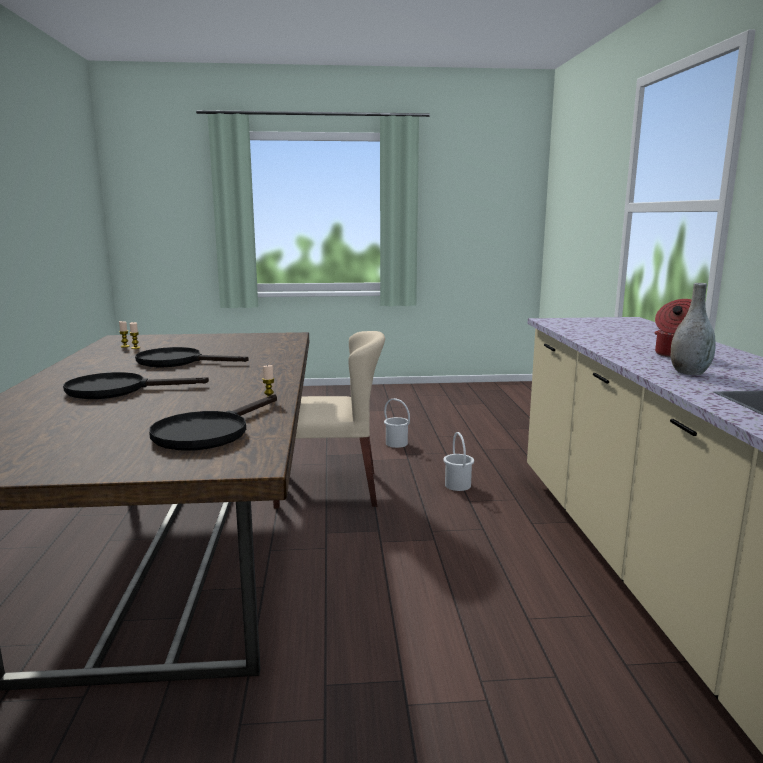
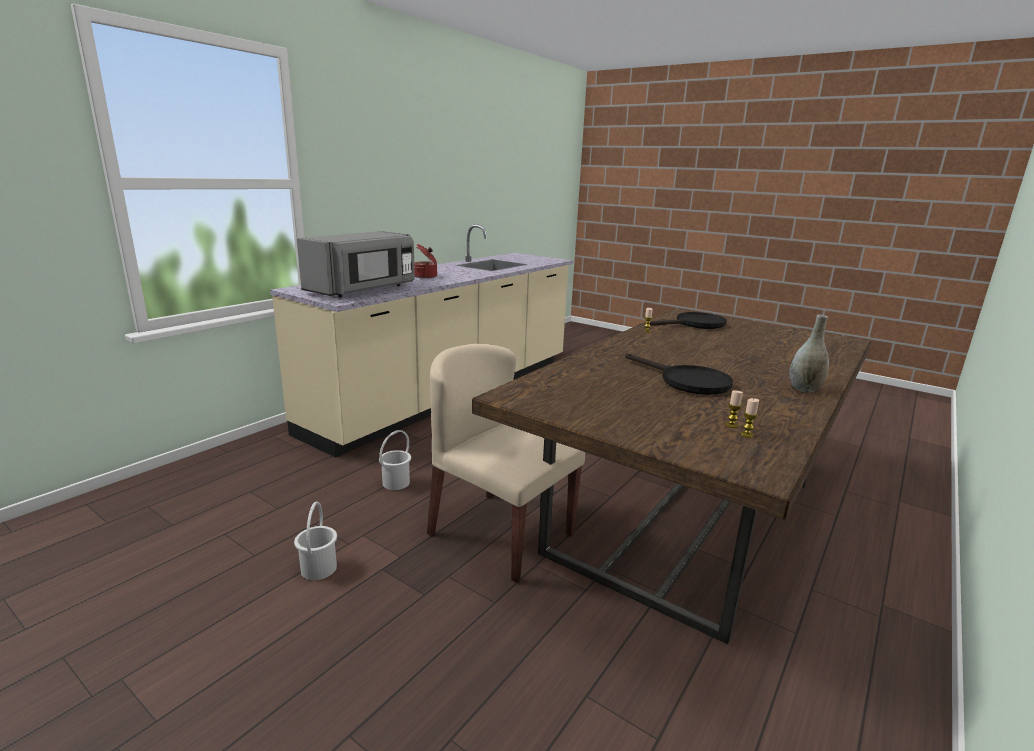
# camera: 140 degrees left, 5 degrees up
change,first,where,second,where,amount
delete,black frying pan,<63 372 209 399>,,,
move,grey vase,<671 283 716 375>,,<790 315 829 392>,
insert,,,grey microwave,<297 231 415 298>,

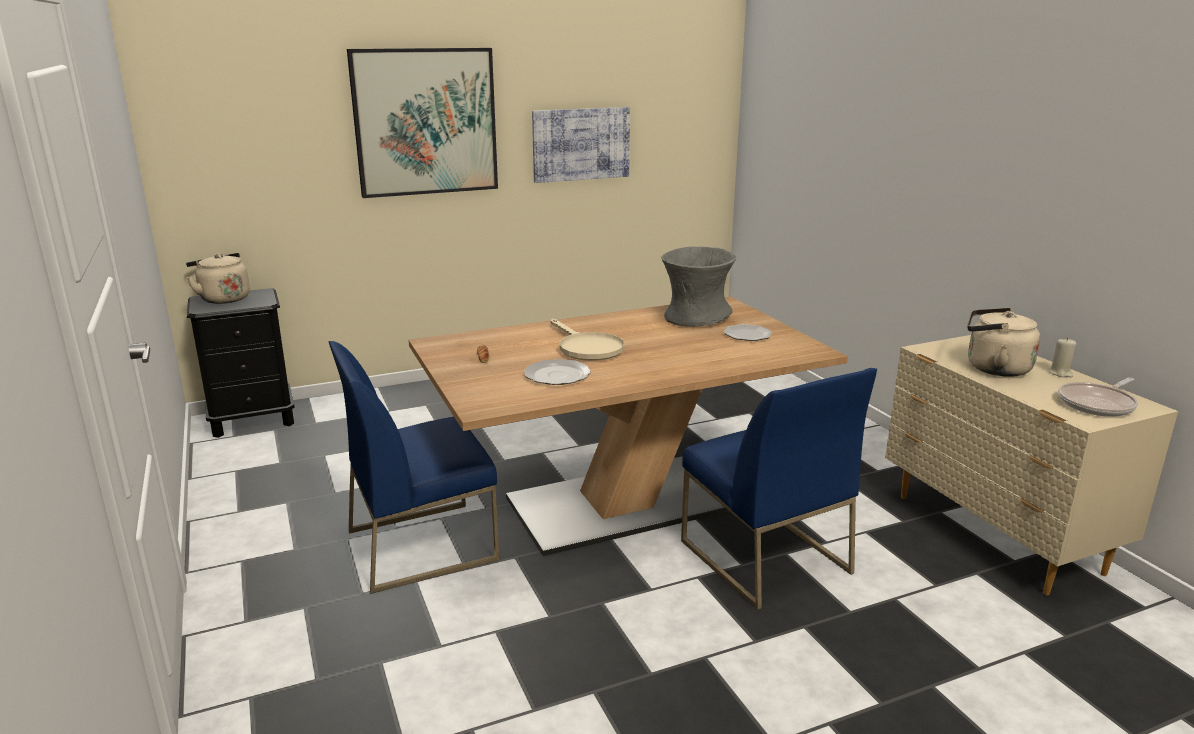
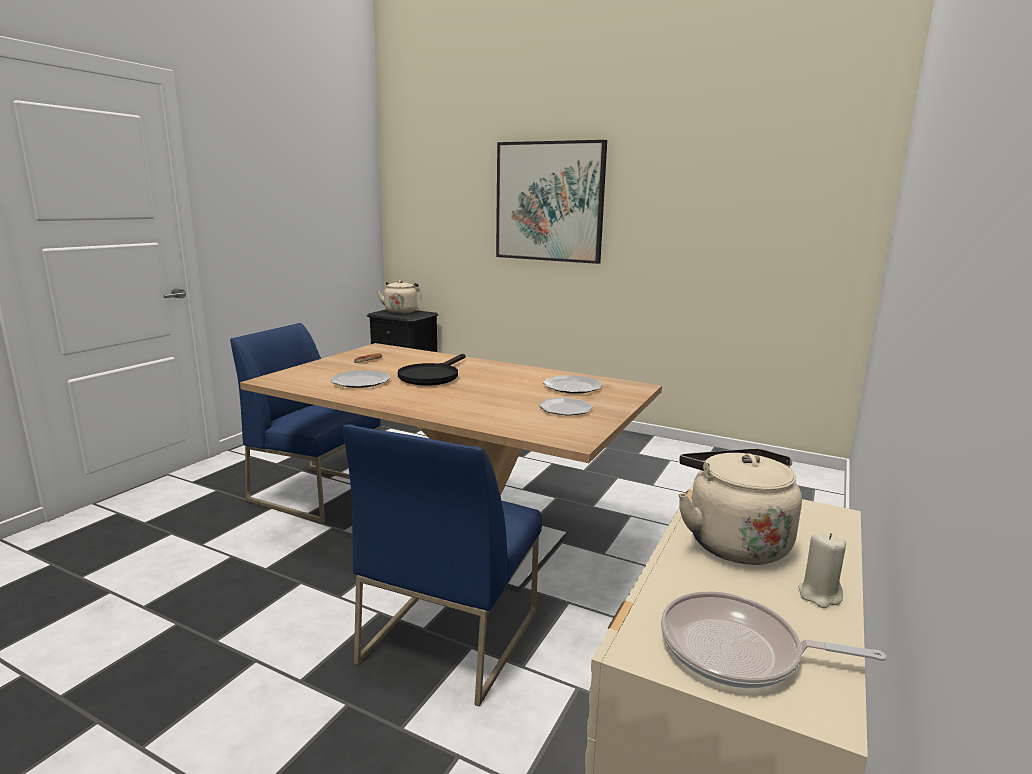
# camera: 50 degrees right, 5 degrees down
change,first,where,second,where,amount
delete,picture,<532 107 630 183>,,,
recolor,beige frying pan,<551 319 624 361>,black frying pan,<398 354 465 386>,
replace,grey vase,<661 247 736 326>,plate,<543 375 602 394>,

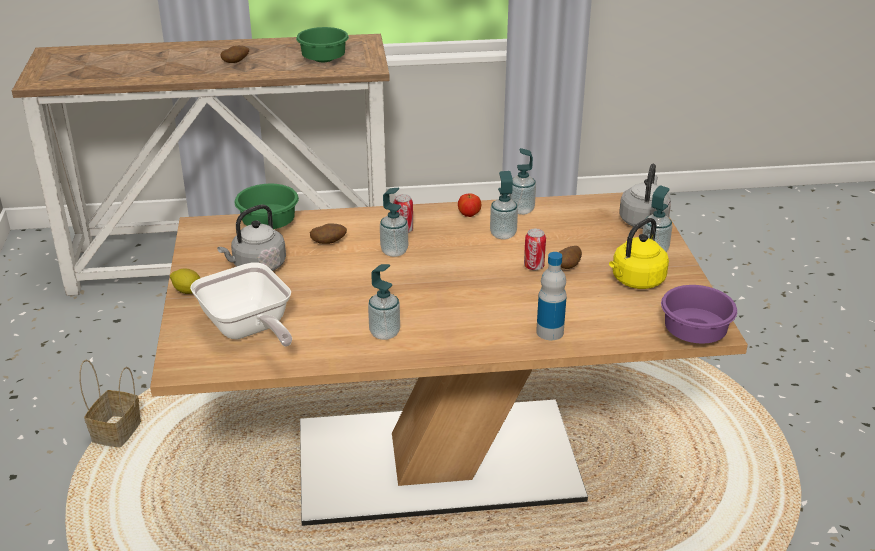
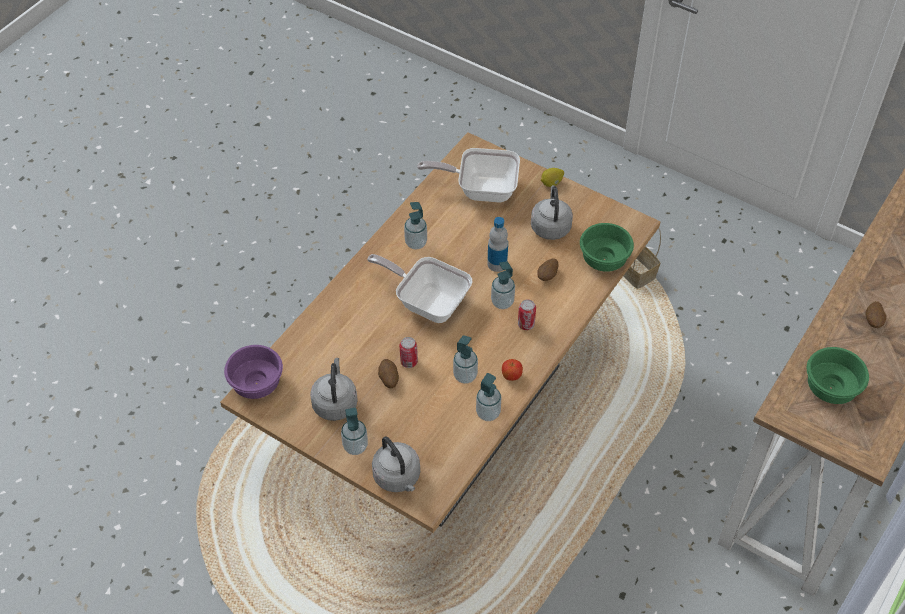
# camera: 130 degrees right, 20 degrees up
change,first,where,second,where,amount
move,bottle,<536 252 567 340>,,<487 217 508 272>,
recolor,yellow kettle,<609 218 669 289>,grey kettle,<310 358 358 421>,
insert,,,frying pan,<367 254 472 323>,

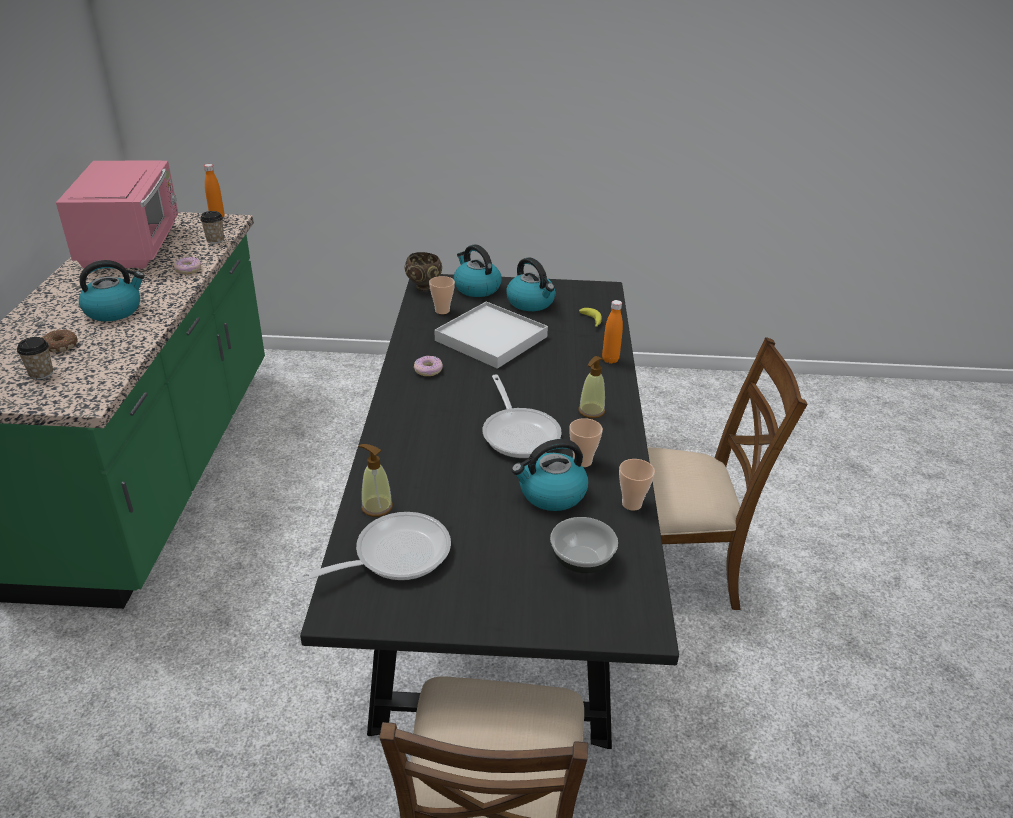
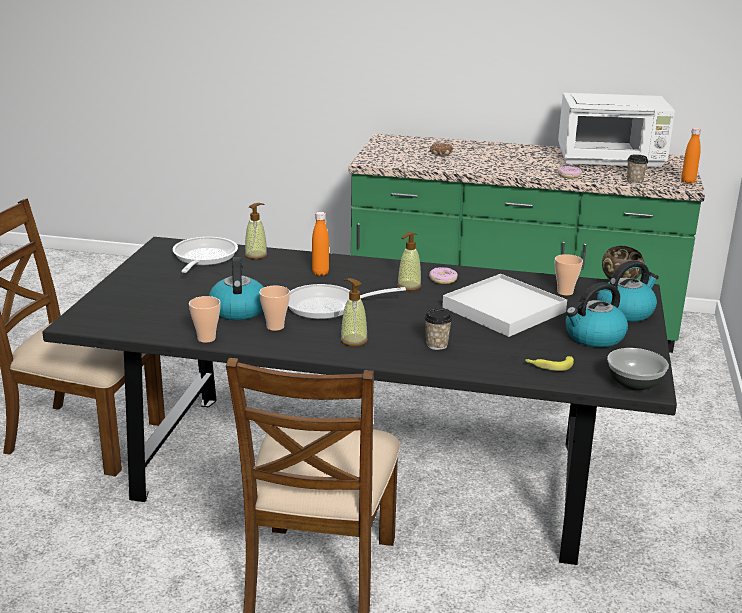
# camera: 100 degrees right, 10 degrees down
change,first,where,second,where,amount
move,cup,<17 337 53 380>,,<424 308 452 350>,
recolor,pink microwave,<56 161 178 269>,white microwave,<558 93 675 168>,
delete,kettle,<79 260 145 321>,,,
rotate,frying pan,<296 512 451 583>,,<173 237 238 273>,150 degrees counterclockwise
move,bowl,<550 517 618 573>,,<607 348 669 391>,
move,orange bottle,<602 300 623 364>,,<312 212 329 276>,
insert,,,soap dispenser,<397 232 422 291>,

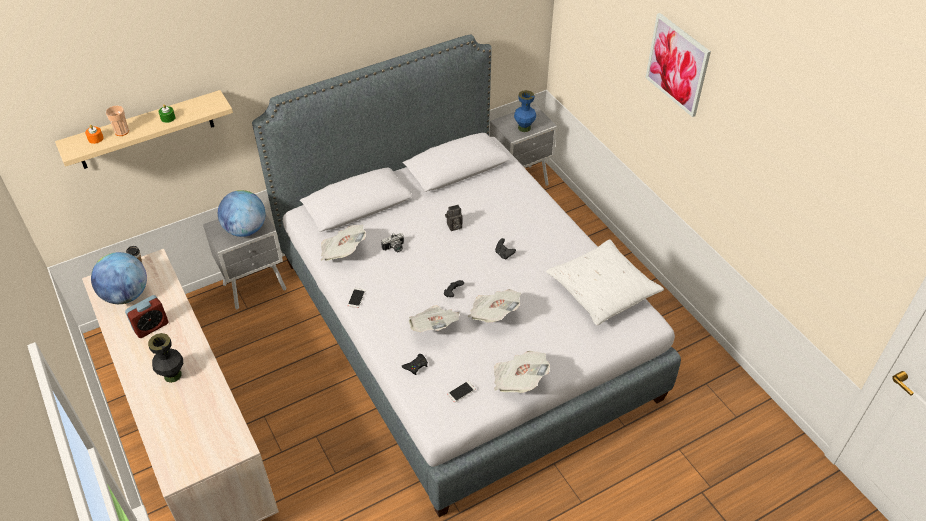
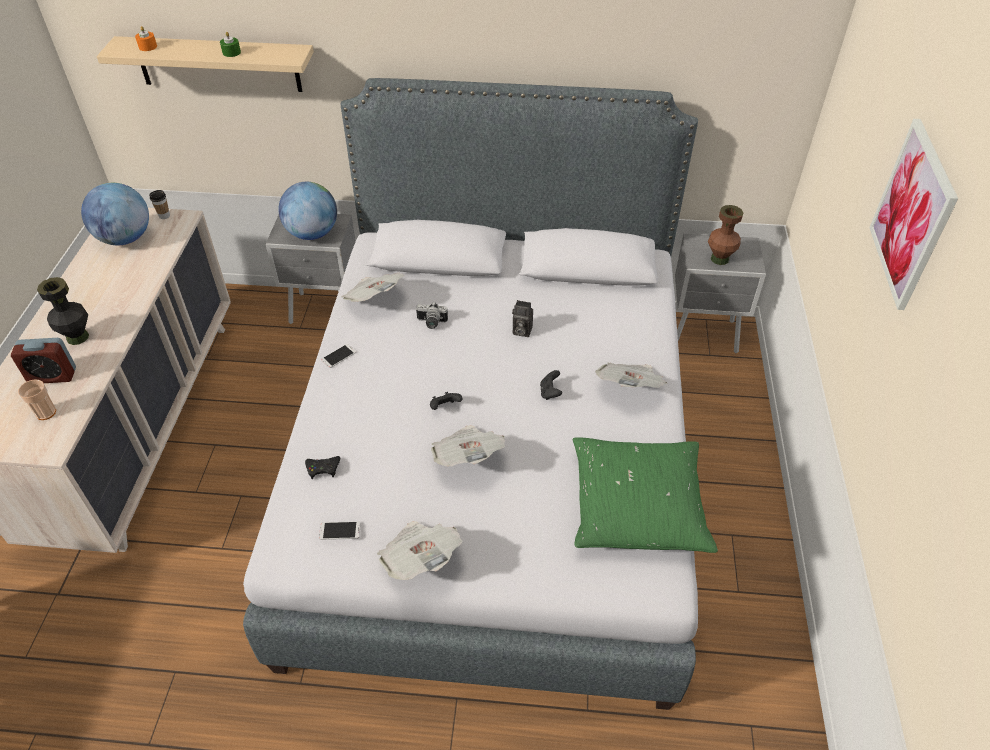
# camera: 35 degrees right, 0 degrees up
change,first,where,second,where,amount
move,cup,<106 106 129 136>,,<18 380 56 420>,
move,alarm clock,<125 295 169 338>,,<11 338 76 383>,
move,newspaper,<409 305 459 332>,,<595 363 667 388>,
recolor,blue vase,<514 90 536 132>,brown vase,<708 205 743 265>,
recolor,white pillow,<546 239 664 326>,green pillow,<573 438 718 553>,

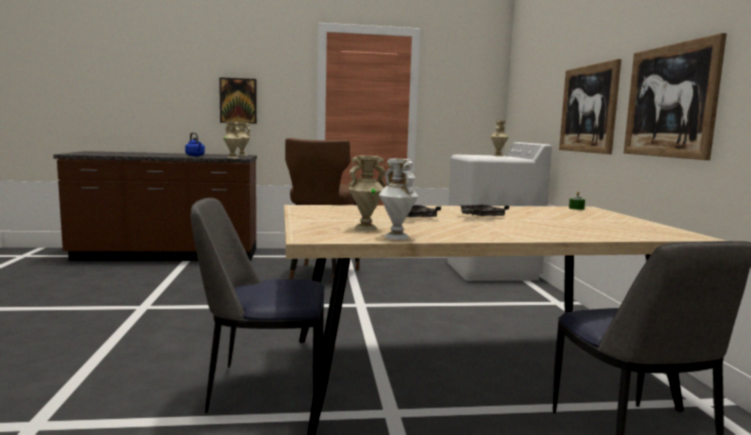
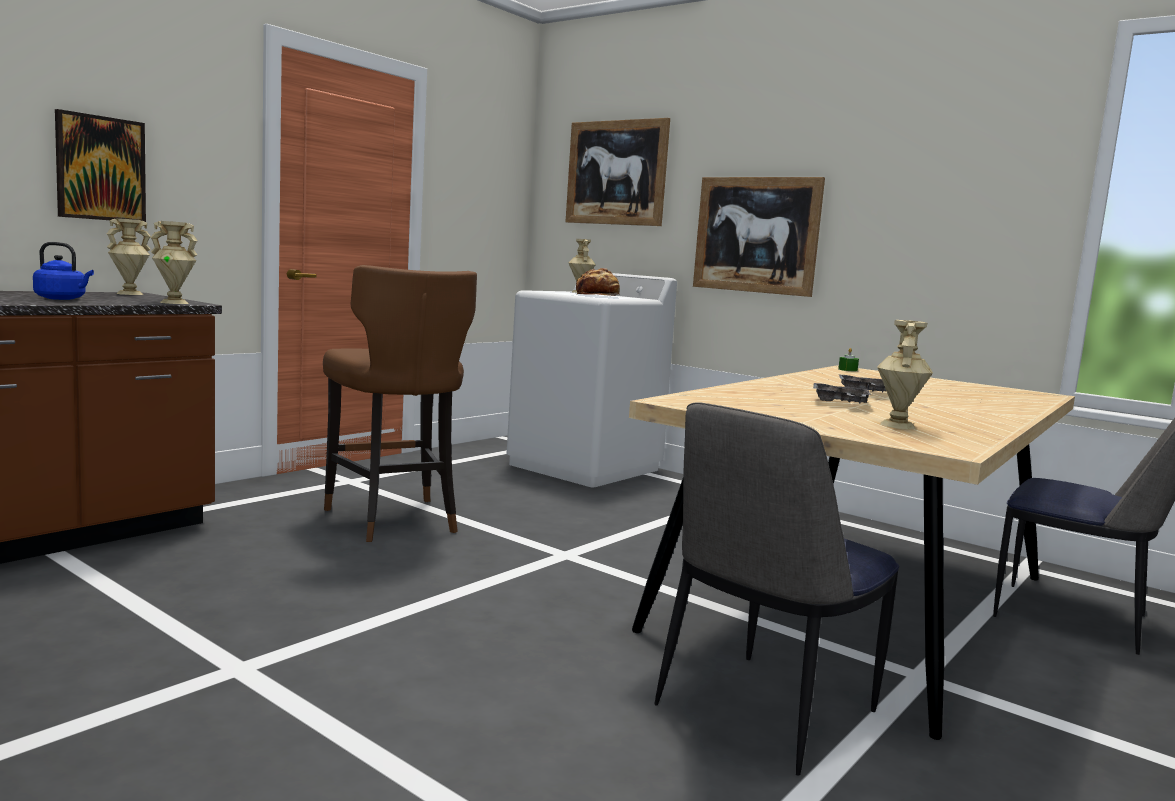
# camera: 45 degrees left, 0 degrees up
change,first,where,second,where,amount
delete,white vase,<379 159 419 240>,,,
move,picture,<624 33 727 160>,,<565 118 670 226>,
insert,,,bread,<576 268 620 296>,

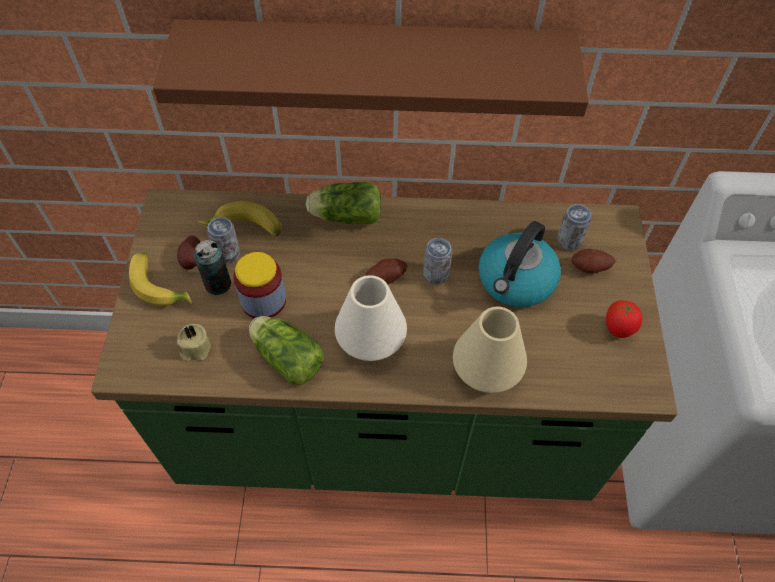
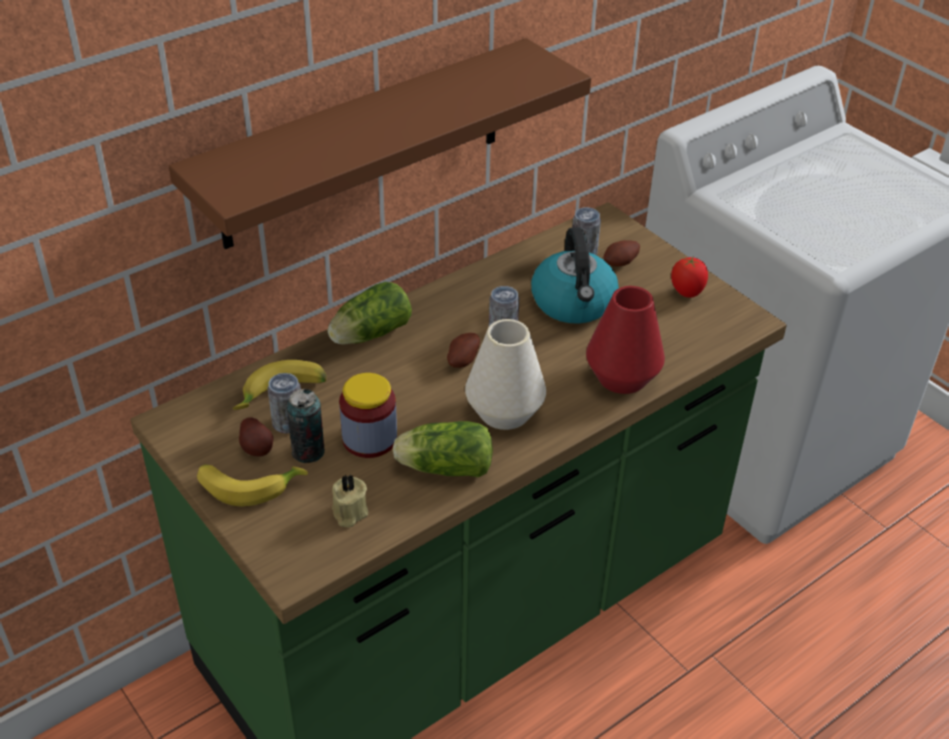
# camera: 40 degrees left, 15 degrees down
change,first,where,second,where,amount
recolor,beige vase,<453 307 527 393>,red vase,<586 286 665 394>,

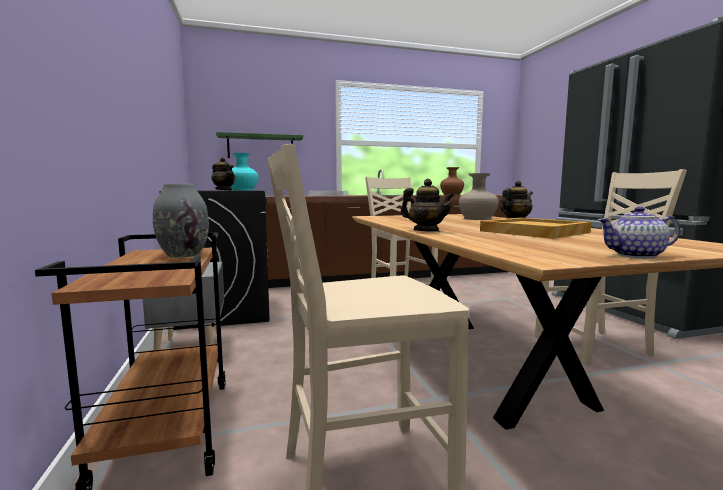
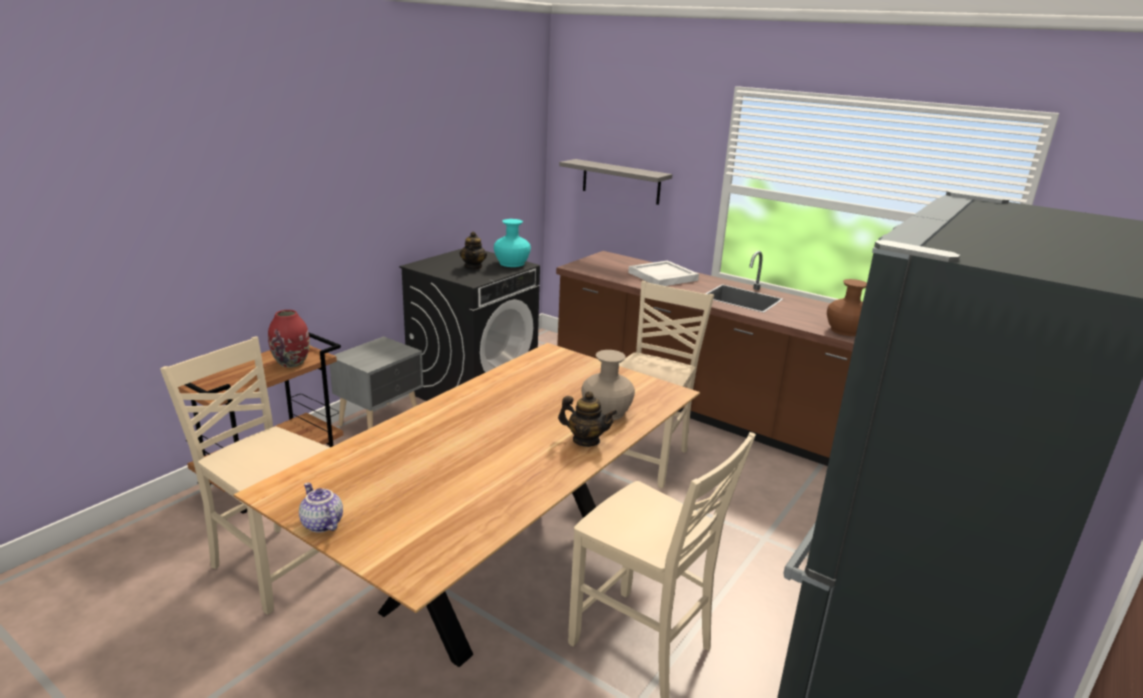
# camera: 50 degrees right, 15 degrees up
change,first,where,second,where,amount
recolor,grey vase,<153 184 209 258>,red vase,<268 310 310 368>,
recolor,green shelf,<216 132 303 158>,grey shelf,<559 159 672 205>,
delete,teapot,<400 179 455 232>,,,
delete,beige tray,<480 218 591 239>,,,

